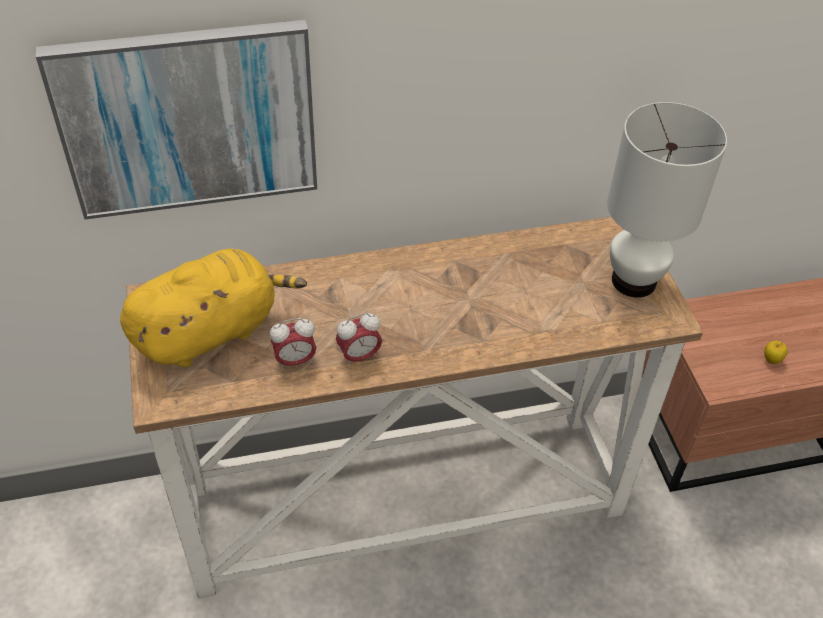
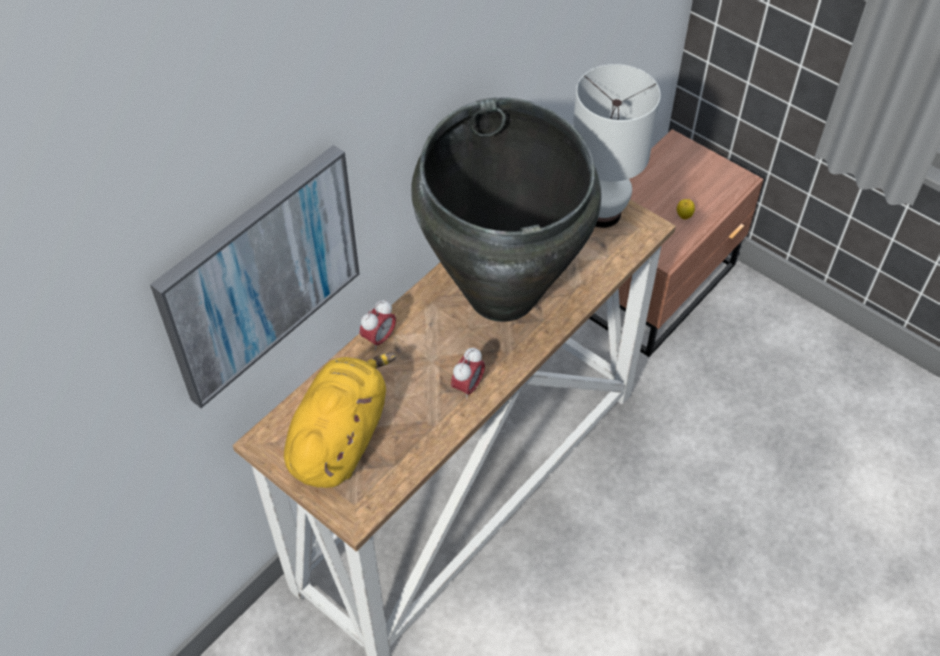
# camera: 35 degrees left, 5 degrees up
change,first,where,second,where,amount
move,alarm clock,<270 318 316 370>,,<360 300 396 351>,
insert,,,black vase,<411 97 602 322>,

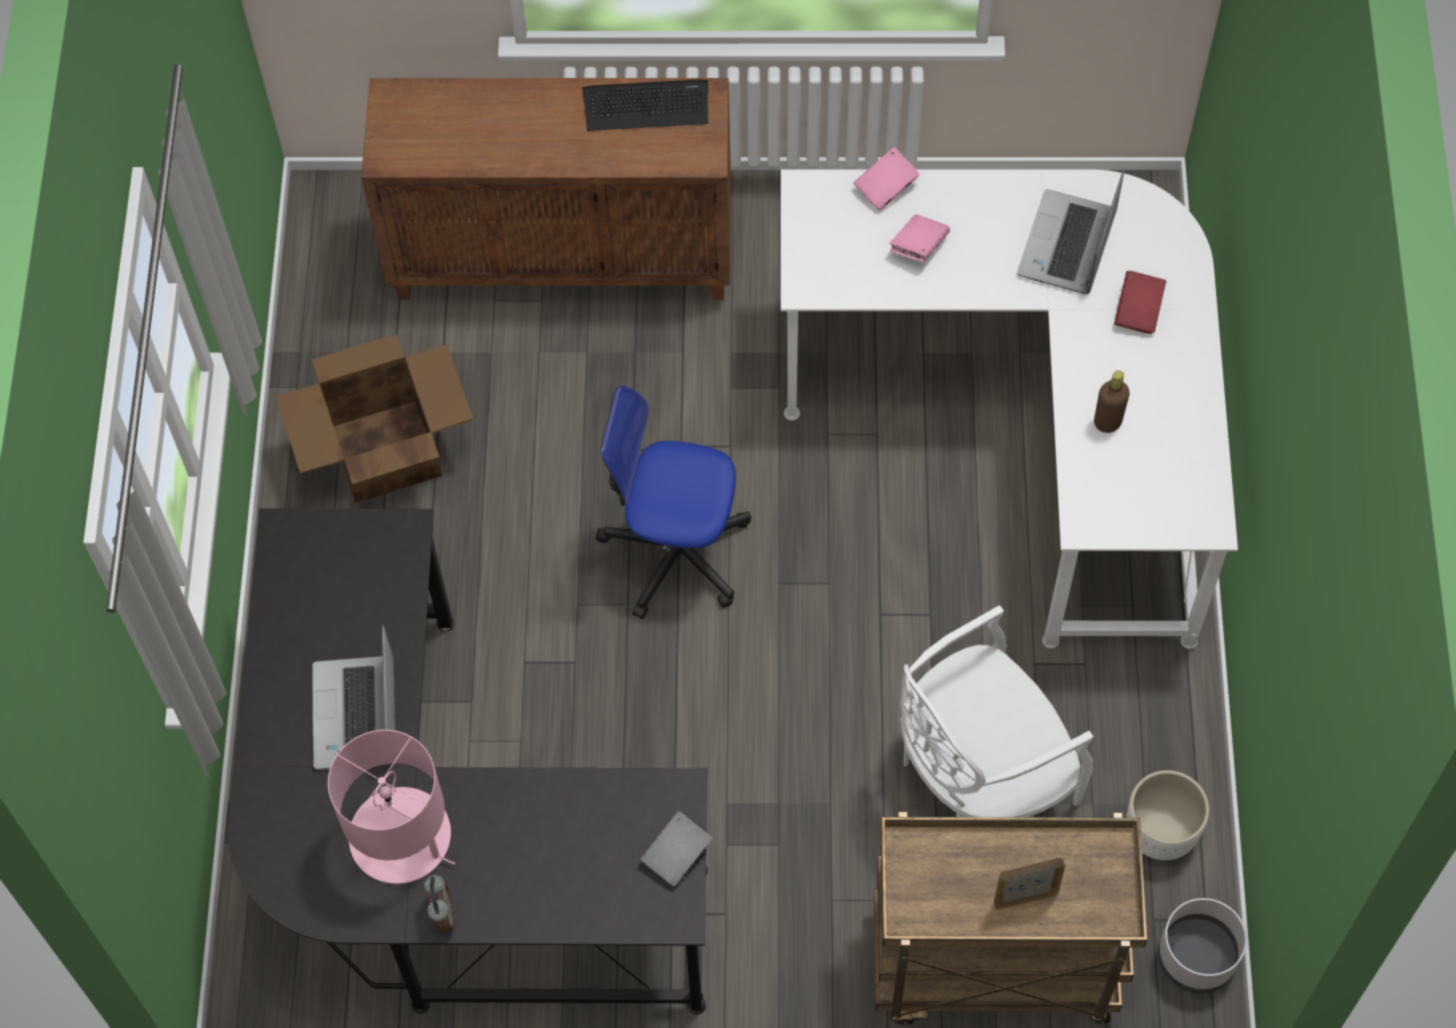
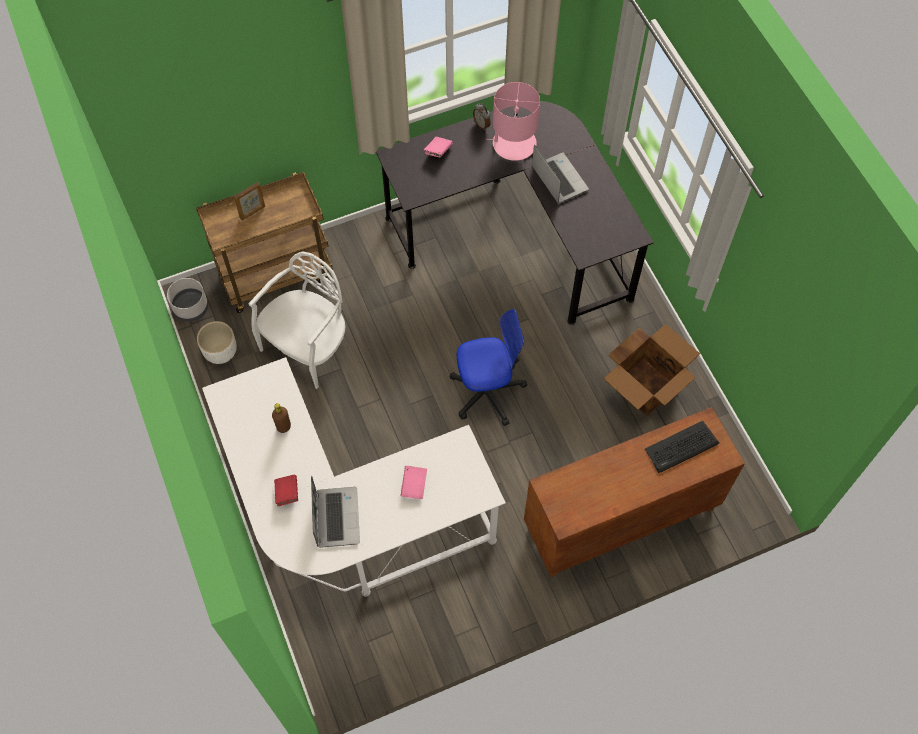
# camera: 155 degrees right, 0 degrees up
change,first,where,second,where,amount
move,keyboard,<582 79 708 131>,,<645 421 719 473>,
delete,grey book,<640 811 712 886>,,,
move,pink book,<854 147 919 211>,,<424 137 453 157>,

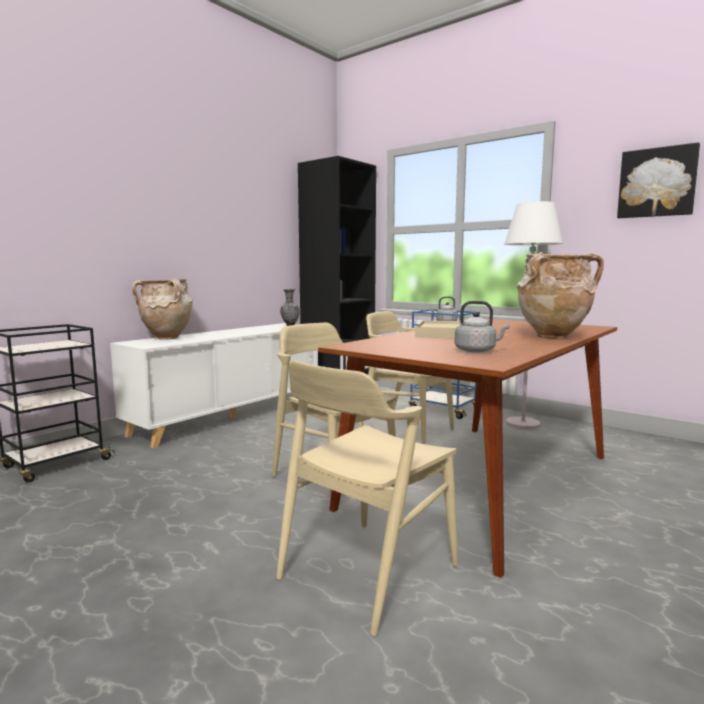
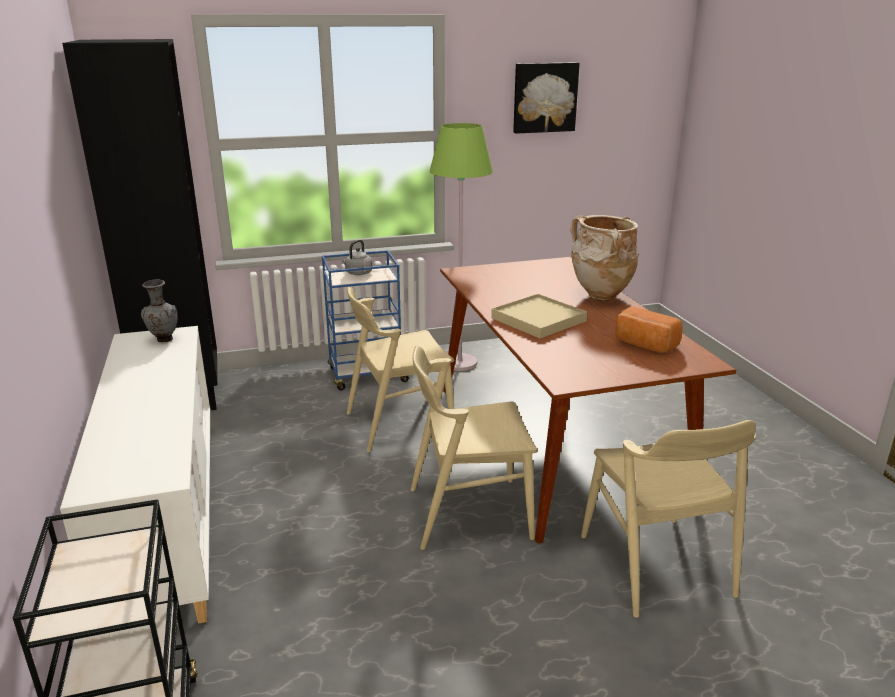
# camera: 55 degrees left, 15 degrees up
change,first,where,second,where,amount
delete,beige vase,<132 278 193 340>,,,
replace,grey kettle,<455 301 510 352>,bread,<615 307 683 353>,
recolor,white floor lamp,<504 201 563 429>,green floor lamp,<430 123 493 371>,

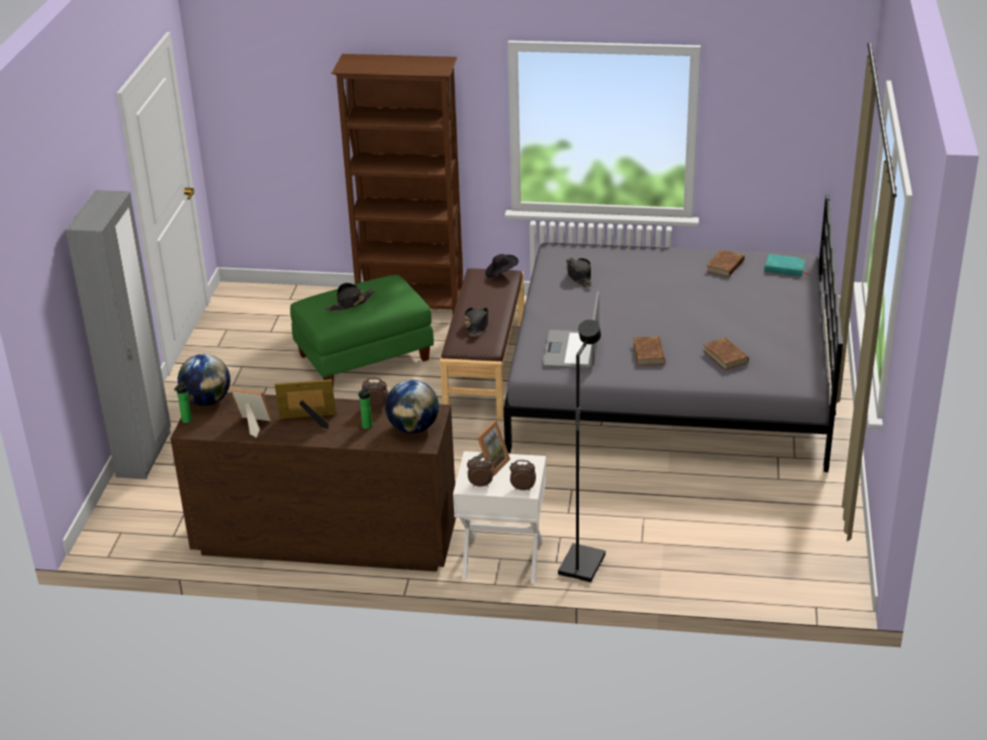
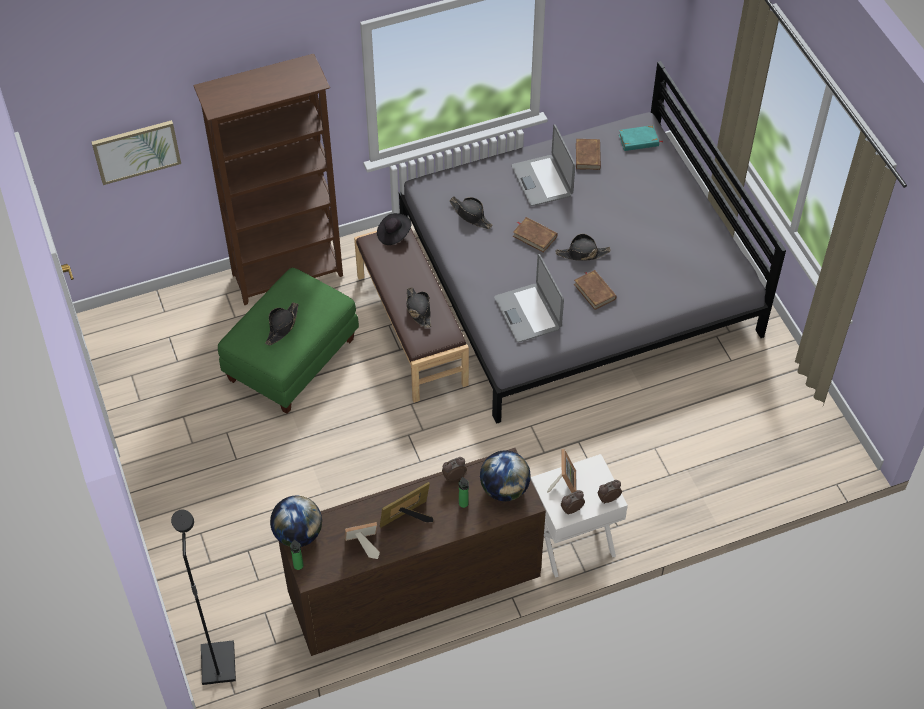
# camera: 30 degrees left, 20 degrees up
change,first,where,second,where,amount
delete,grey wardrobe,<66 190 171 479>,,,
move,black floor lamp,<558 320 606 582>,,<171 510 236 685>,
move,brown book,<703 337 749 370>,,<513 217 558 253>,
insert,,,picture,<92 120 181 185>,
insert,,,laptop,<512 124 576 206>,
insert,,,black hat,<556 234 611 261>,

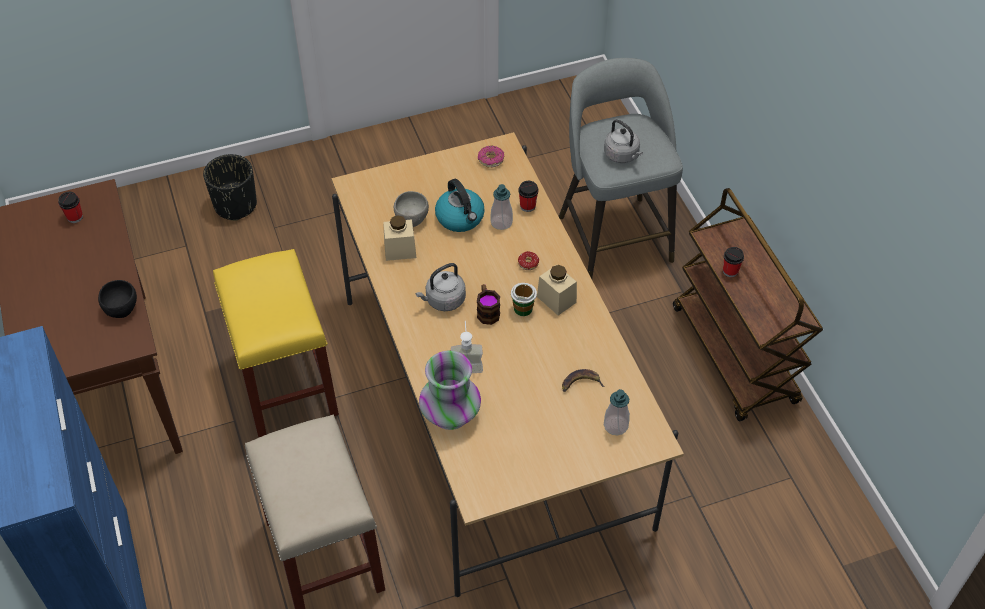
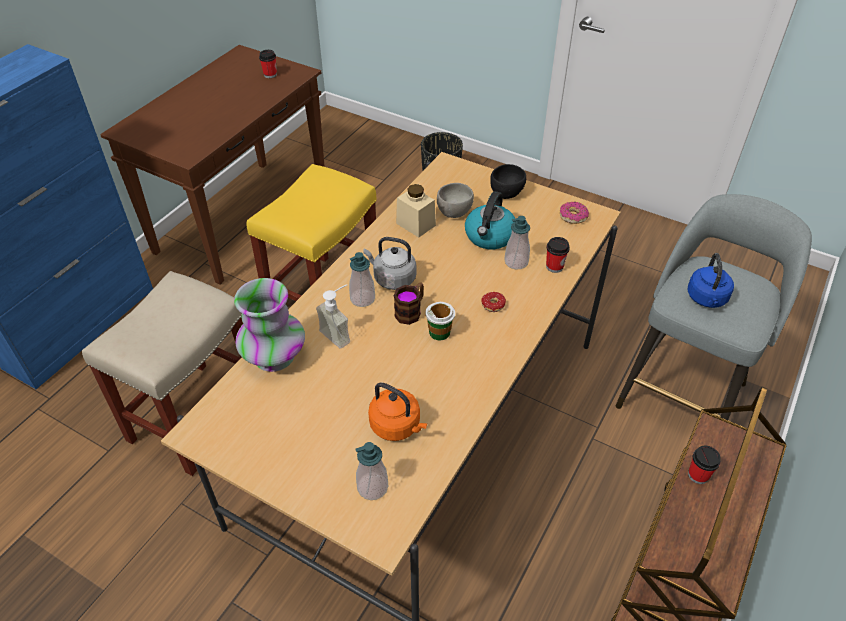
# camera: 50 degrees right, 5 degrees down
change,first,where,second,where,amount
move,black bowl,<98 280 137 318>,,<490 164 526 199>,
delete,beige jar,<537 265 577 315>,,,
replace,banana,<562 369 604 392>,orange kettle,<368 382 427 441>,
recolor,grey kettle,<604 119 643 163>,blue kettle,<688 253 734 308>,
insert,,,soap dispenser,<349 252 375 307>,

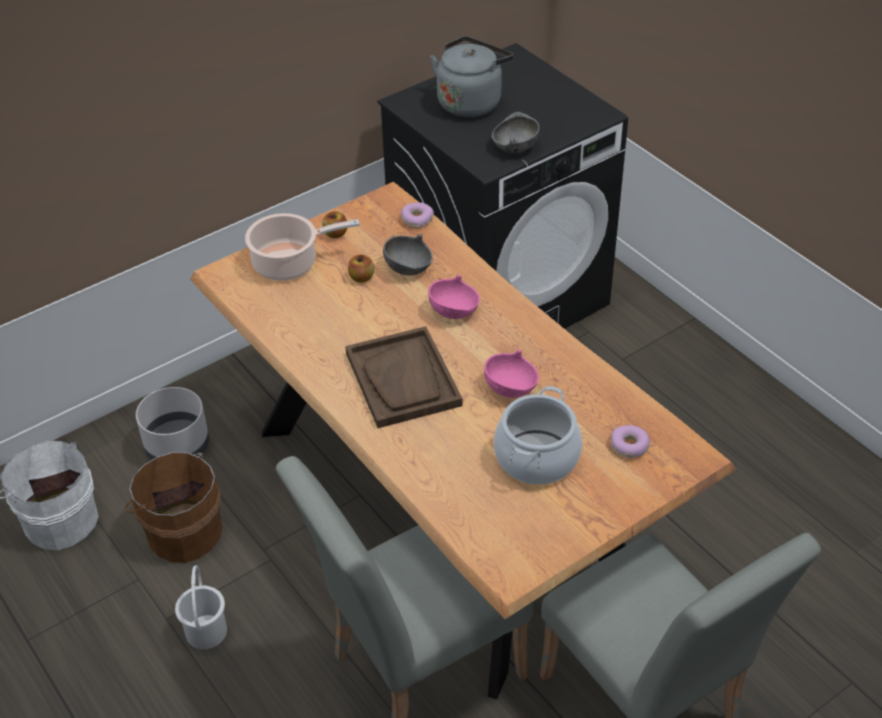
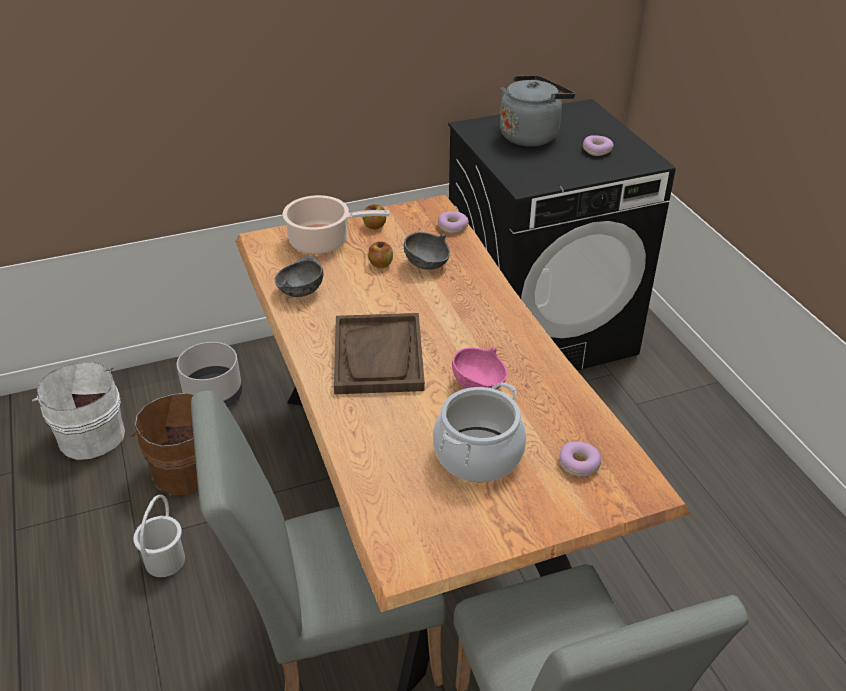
# camera: 15 degrees right, 5 degrees down
change,first,where,second,where,amount
delete,pink bowl,<428 274 480 319>,,,
move,grey bowl,<492 112 540 153>,,<274 256 324 297>,
insert,,,donut,<583 135 614 156>,

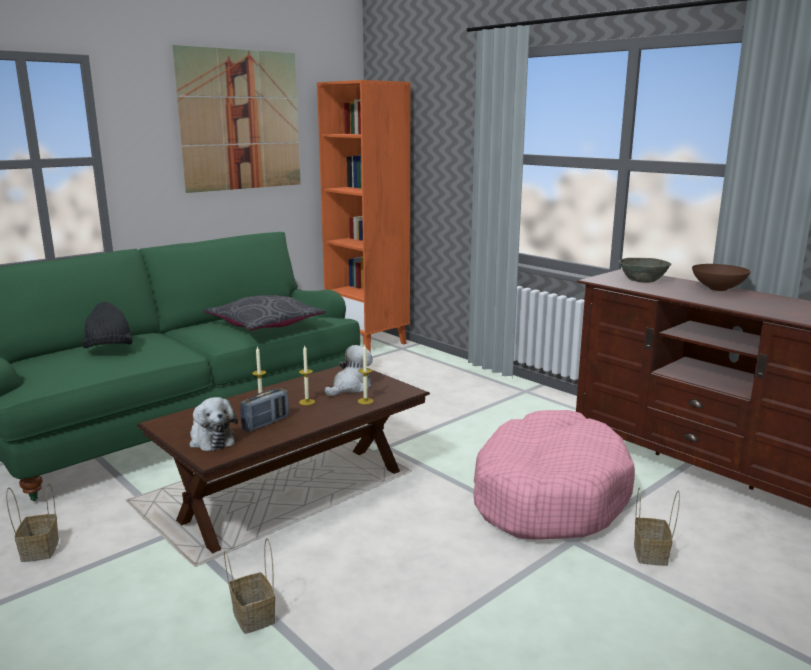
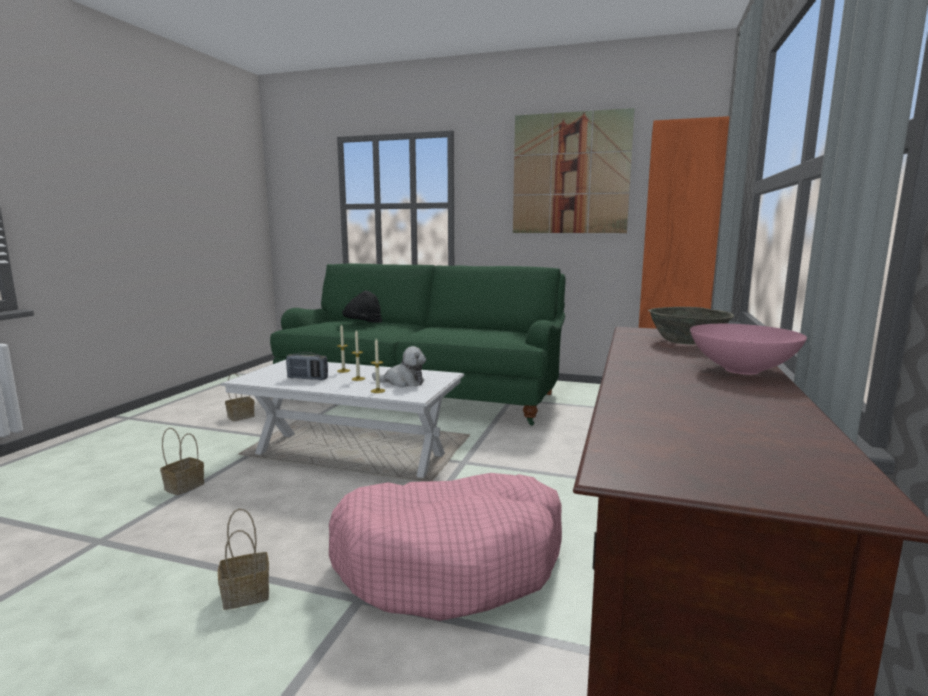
# camera: 60 degrees right, 5 degrees down
change,first,where,second,where,amount
recolor,brown coffee table,<137 366 430 553>,white coffee table,<221 360 465 478>,
delete,plush toy,<190 397 238 451>,,,
delete,grey pillow,<203 295 326 331>,,,
move,basket,<634 488 680 566>,,<218 509 269 610>,
recolor,brown bowl,<692 264 751 291>,pink bowl,<690 324 807 375>,

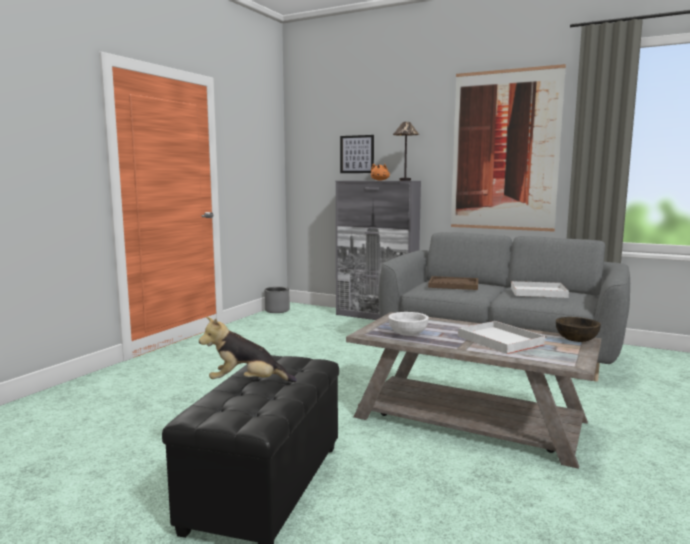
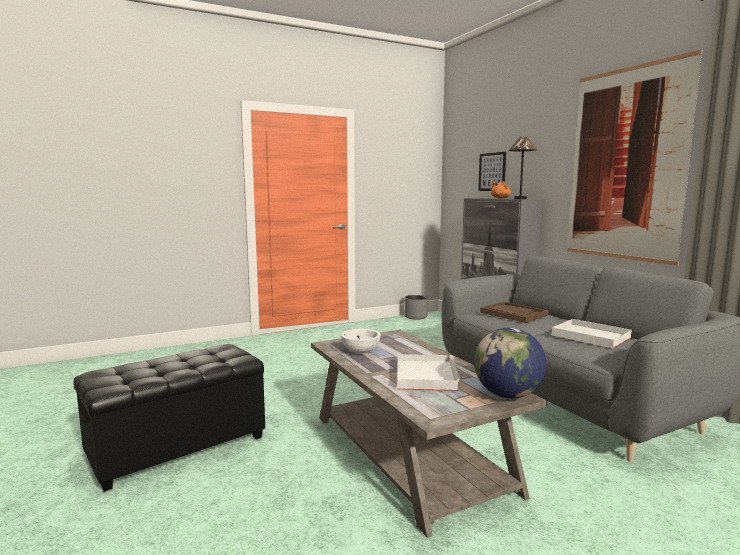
# camera: 35 degrees right, 0 degrees up
change,first,where,second,where,amount
delete,plush toy,<199 316 297 382>,,,
replace,brown bowl,<556 317 601 342>,globe,<474 328 547 398>,

